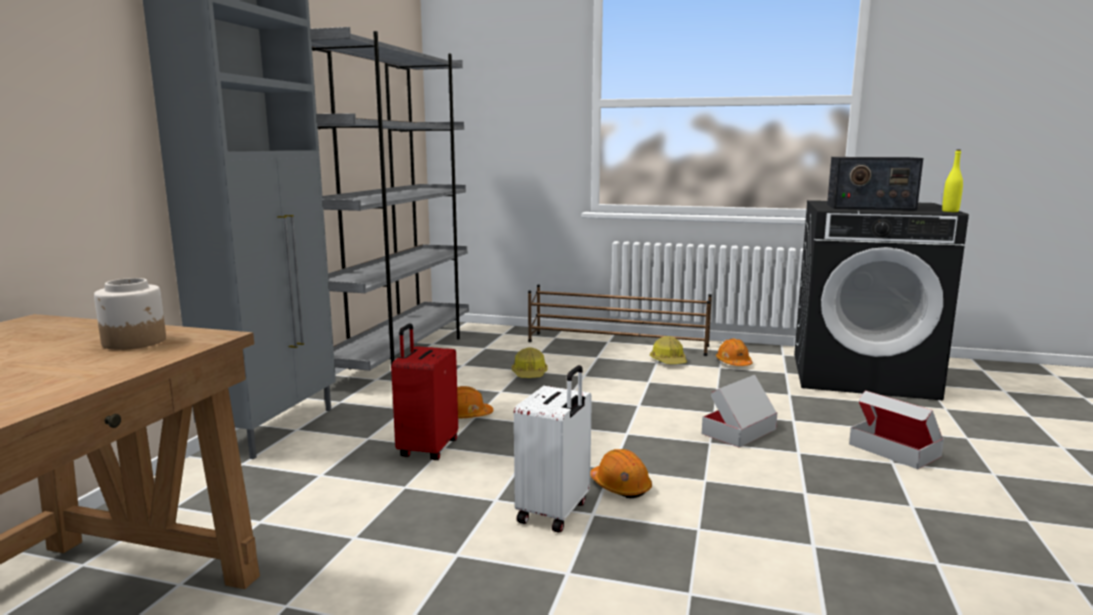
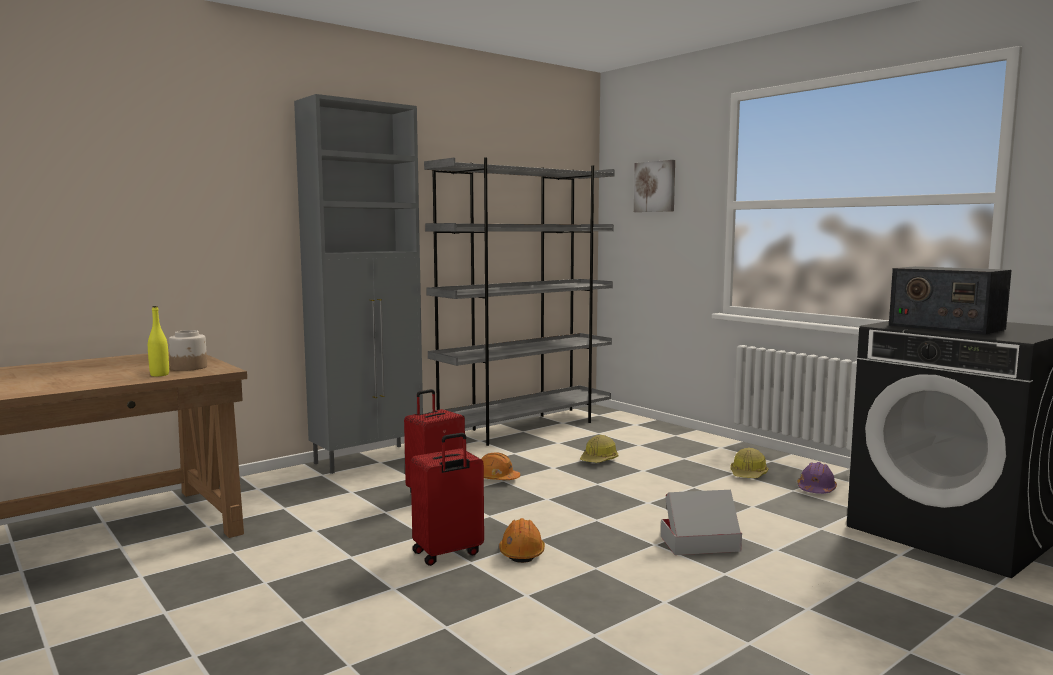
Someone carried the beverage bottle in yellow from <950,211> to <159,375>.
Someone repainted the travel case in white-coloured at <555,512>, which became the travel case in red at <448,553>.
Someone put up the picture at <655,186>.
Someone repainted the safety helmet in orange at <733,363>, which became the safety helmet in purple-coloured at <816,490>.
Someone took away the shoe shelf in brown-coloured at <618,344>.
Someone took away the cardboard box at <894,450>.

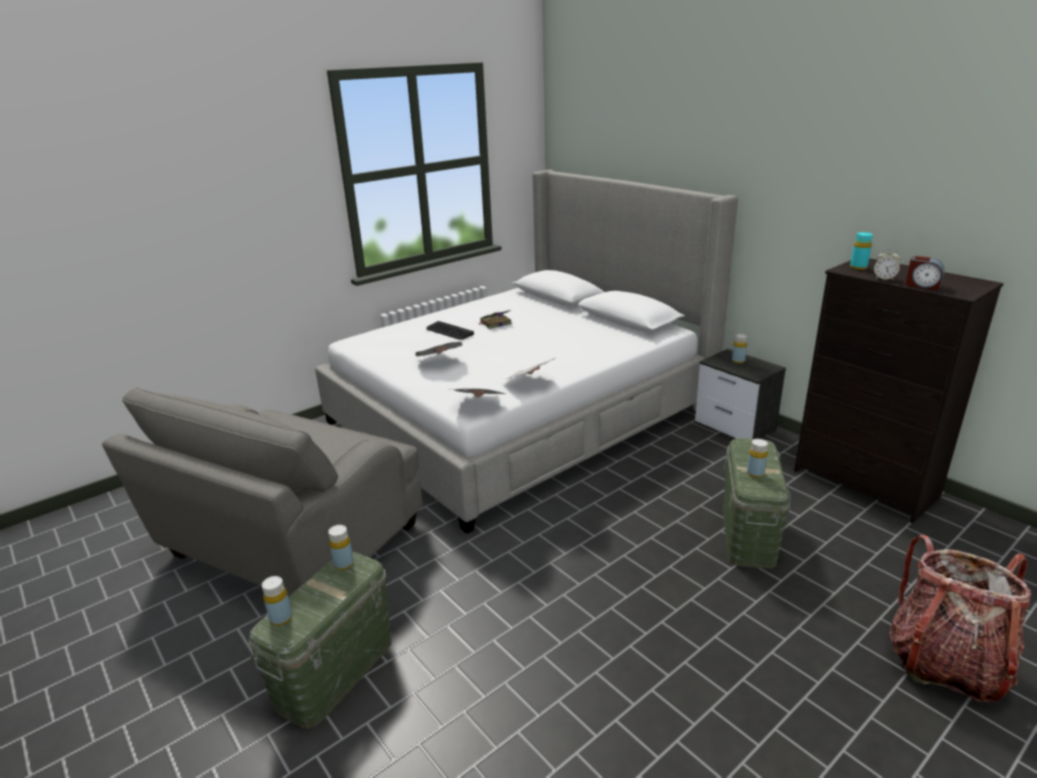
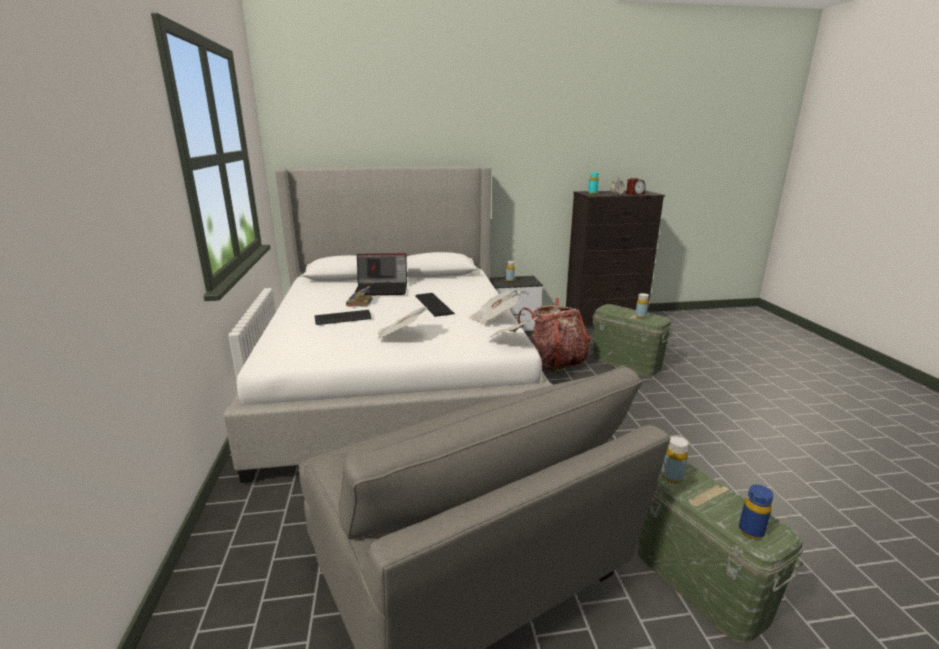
Someone put down the notebook computer at <382,289>.
Someone put down the PC keyboard at <434,304>.
Someone carried the rucksack from <945,662> to <555,362>.
Someone repainted the beverage bottle in yellow at <281,618>, which became the beverage bottle in bluish at <751,531>.

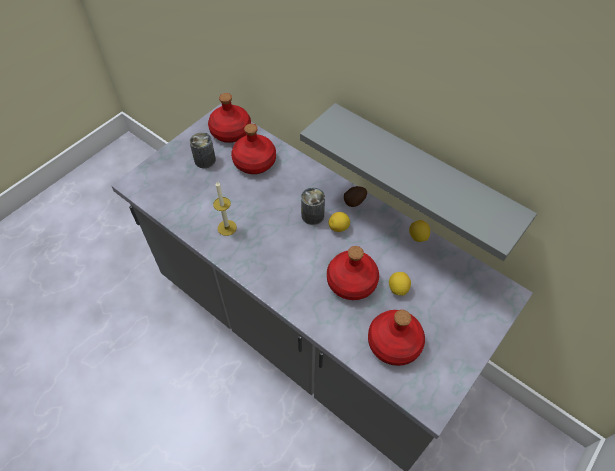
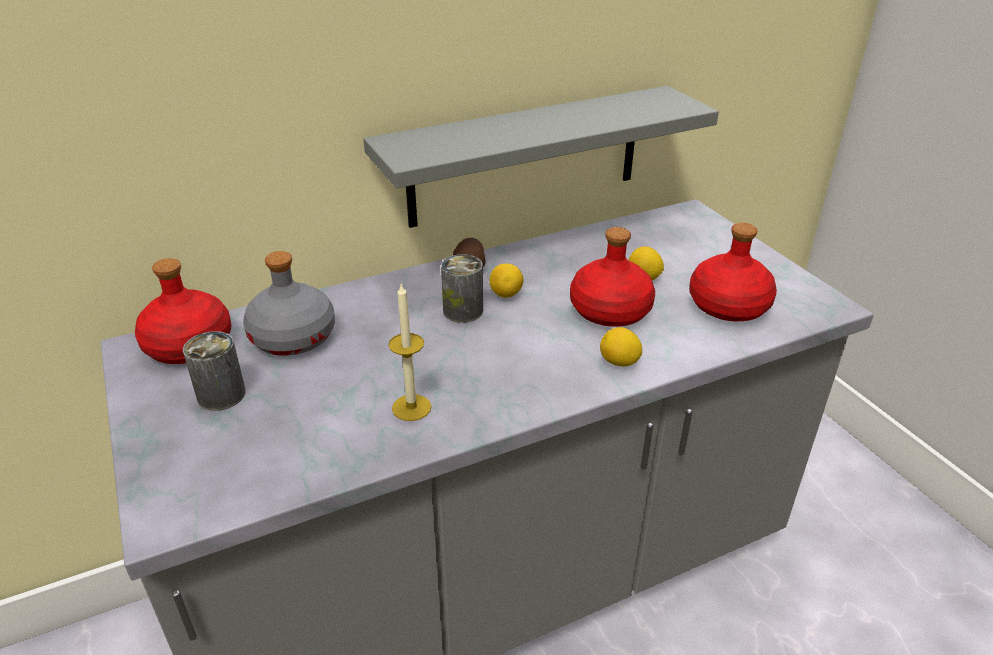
Someone repainted the beverage bottle in red at <255,162>, which became the beverage bottle in grey at <294,337>.
Someone carried the citrus fruit from <418,237> to <619,363>.

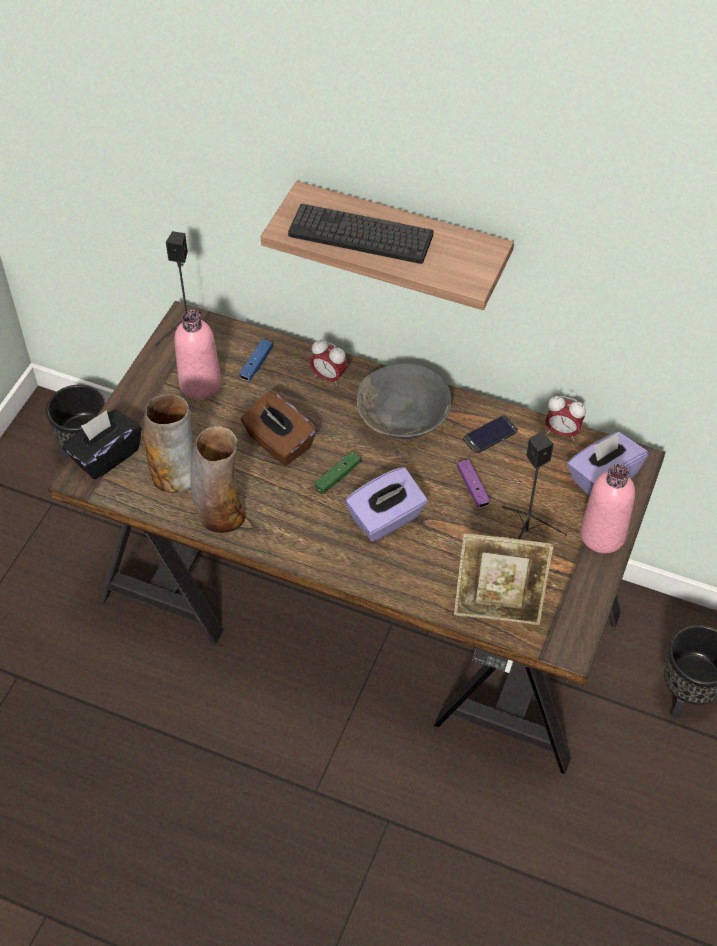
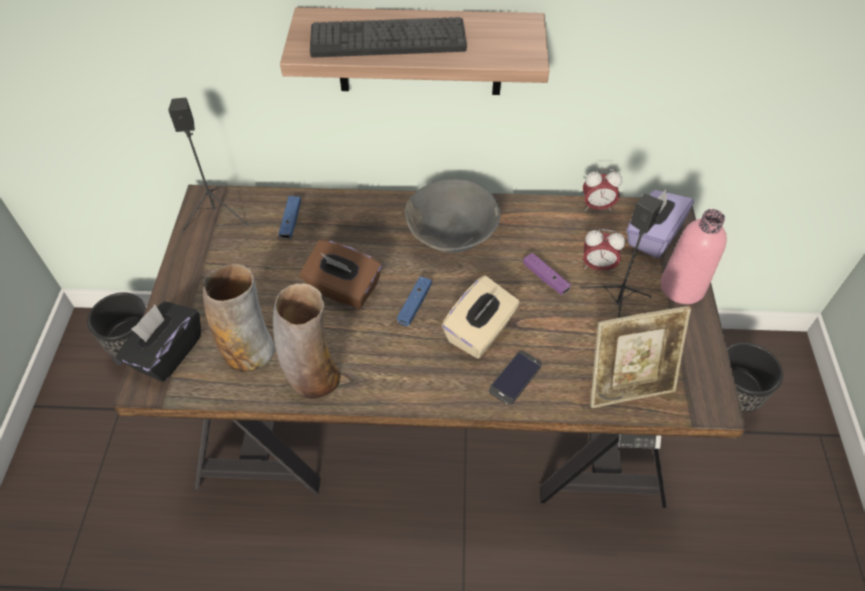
Someone repainted the game controller in greenish at <338,476>, which became the game controller in bluish at <414,305>.
Someone repainted the tissue box in purple-coloured at <386,519>, which became the tissue box in beige-coloured at <480,332>.
Someone carried the telephone from <490,434> to <515,377>.
Someone carried the alarm clock from <328,377> to <597,266>.
Someone took away the beverage bottle in pink-coloured at <200,384>.

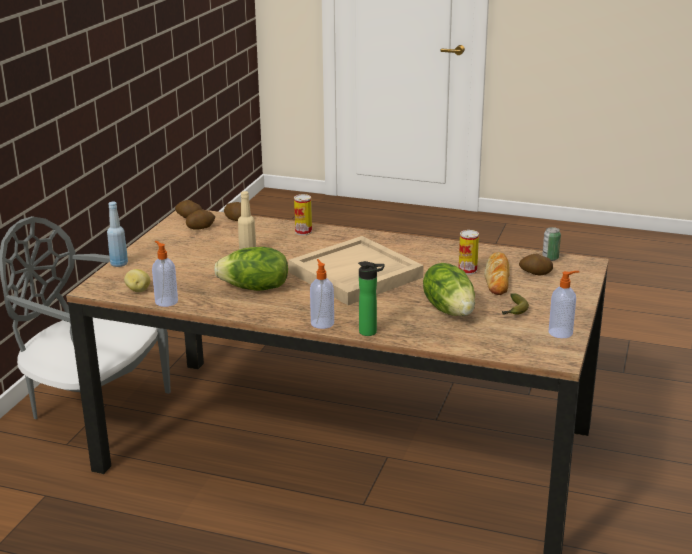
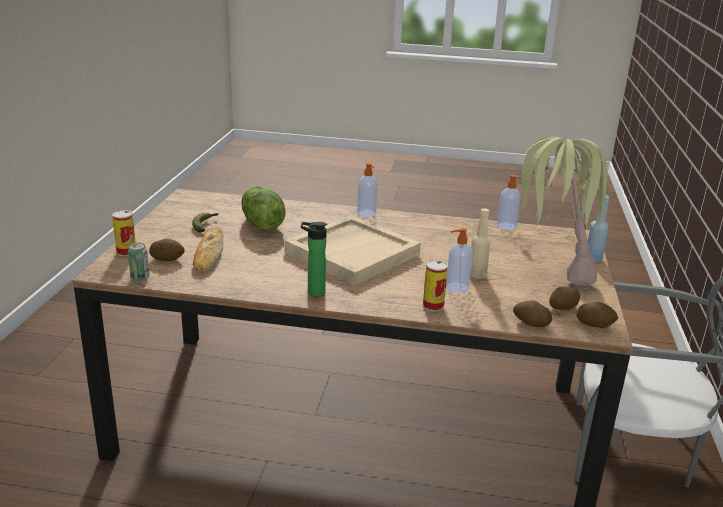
Someone carried the metal can from <467,270> to <126,252>.
Someone carried the beverage bottle from <370,332> to <313,292>.
Someone carried the soap bottle from <561,332> to <456,288>.
Someone put down the houseplant at <548,273>.
Someone took away the spud at <138,290>.
Someone took away the lettuce at <255,288>.

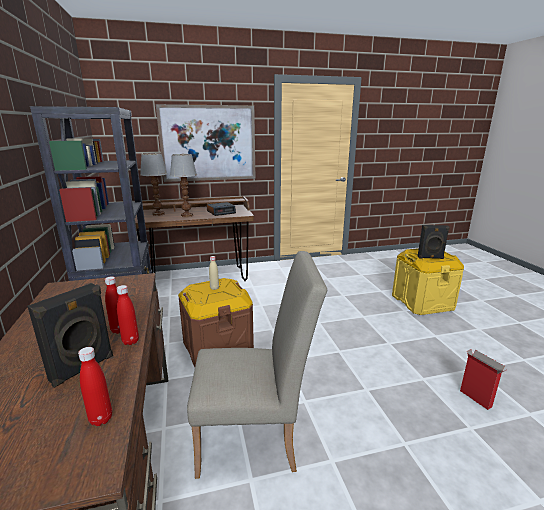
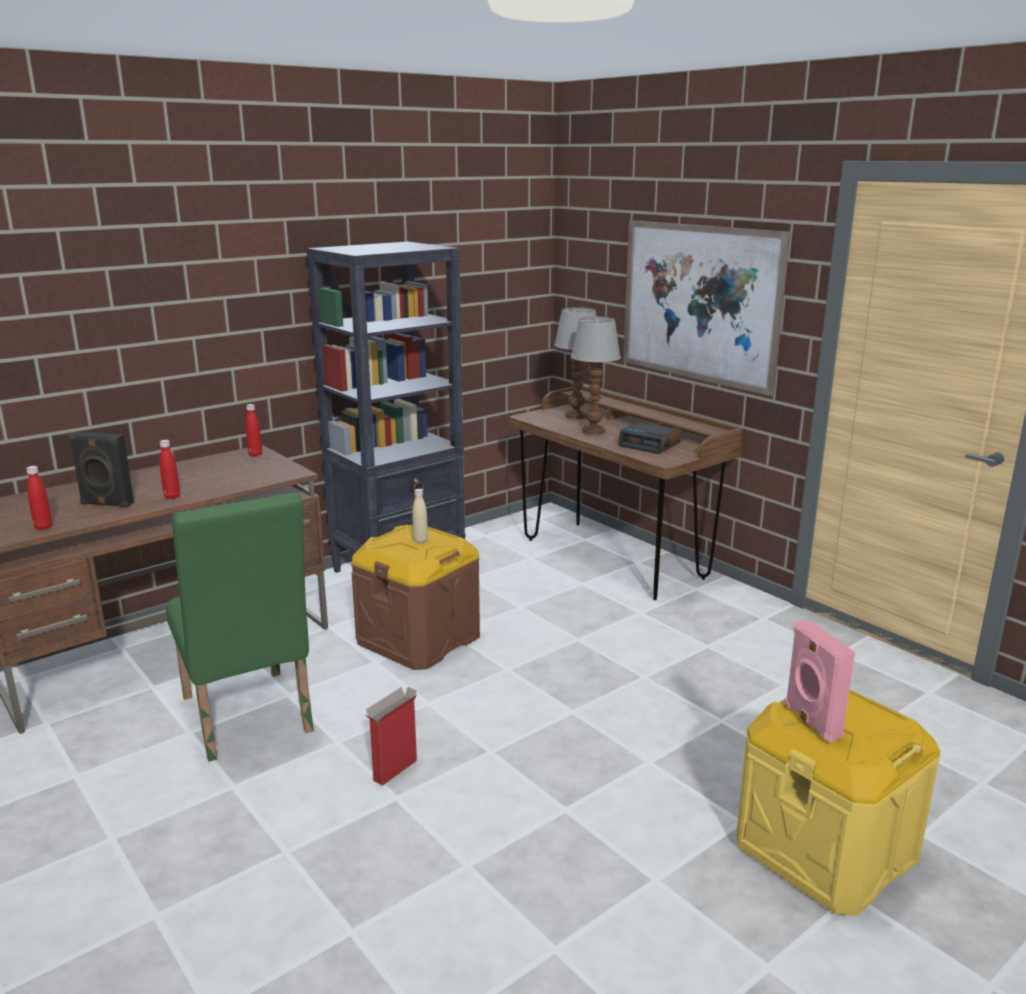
Someone repainted the plain chair in beige-coloured at <255,440>, which became the plain chair in greenish at <248,720>.
Someone carried the beverage bottle in red from <130,341> to <255,455>.
Someone carried the cardboard box from <476,399> to <394,771>.
Someone repainted the loudspeaker in black-coloured at <430,258>, which became the loudspeaker in pink-coloured at <810,721>.

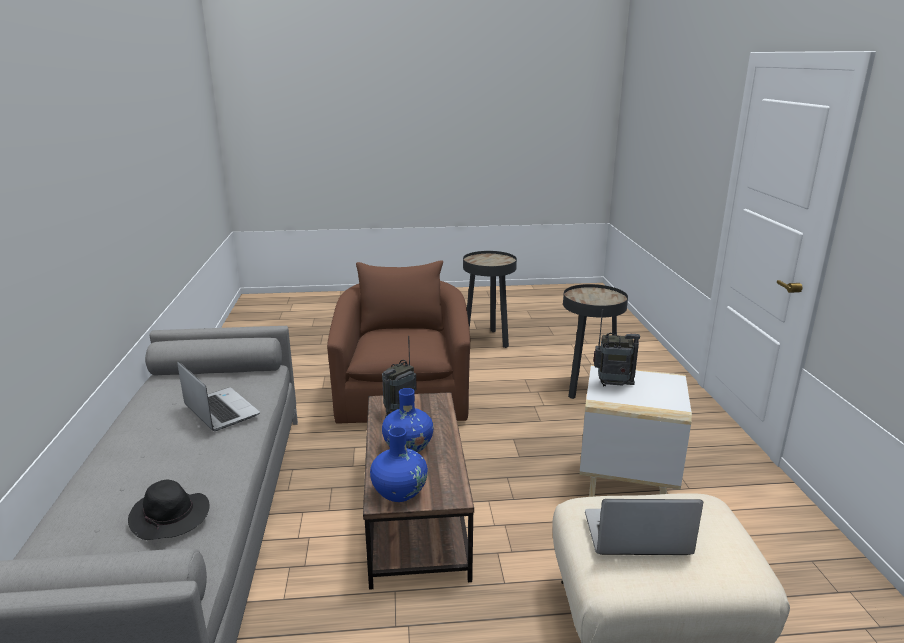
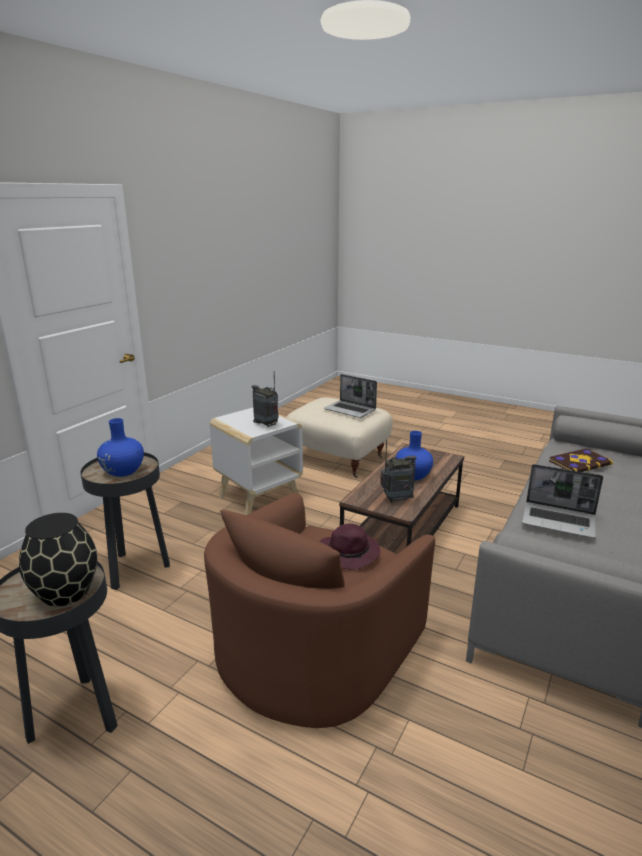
Someone put down the flower vase in black-coloured at <65,592>.
Someone carried the flower vase in bluish from <399,492> to <123,471>.
Someone put down the clothing hat in purple-coloured at <349,553>.
Someone rotated the notebook computer at <220,410> by 60 degrees counterclockwise.
Someone swapped the clothing hat in black-coloured at <171,517> for the volume at <579,462>.

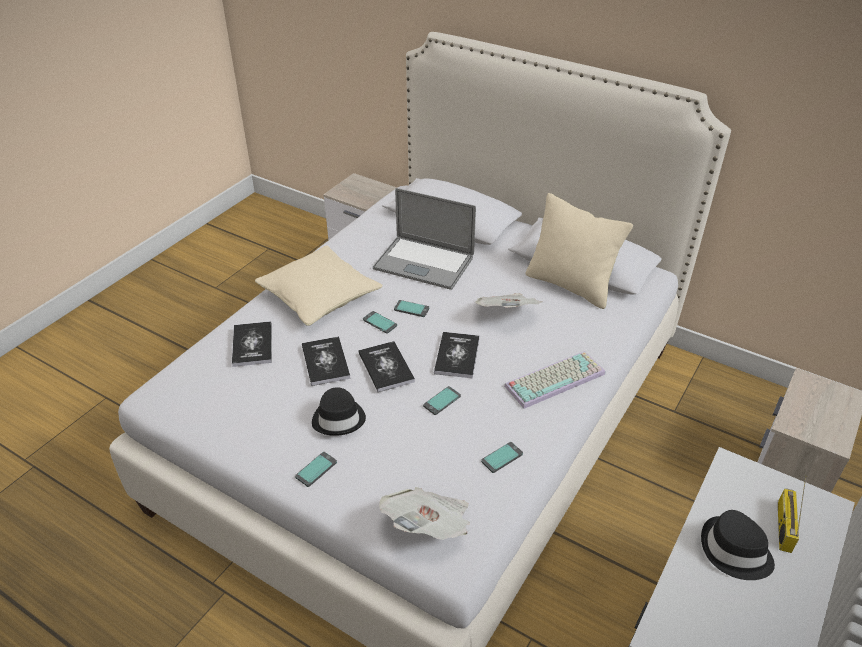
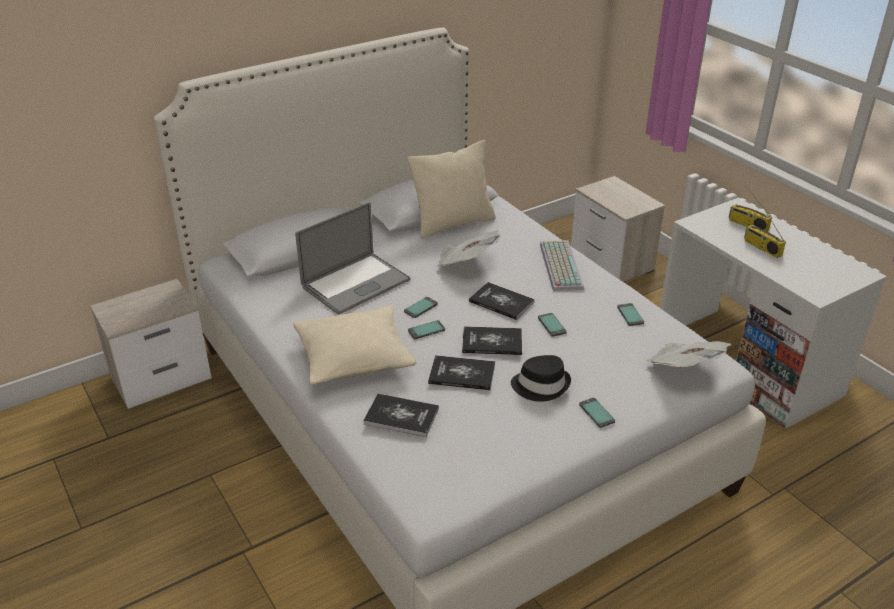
Someone swapped the clothing hat in black-coloured at <734,551> for the radio set at <761,248>.

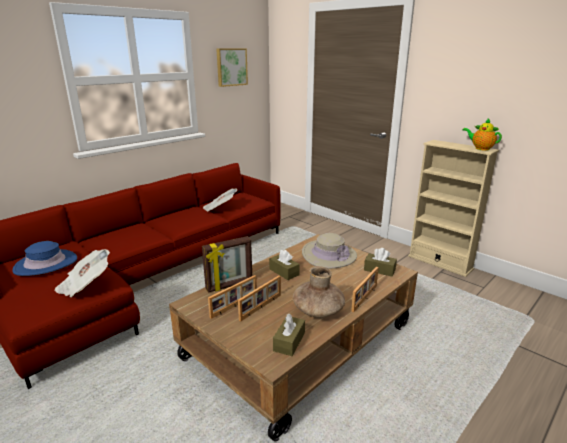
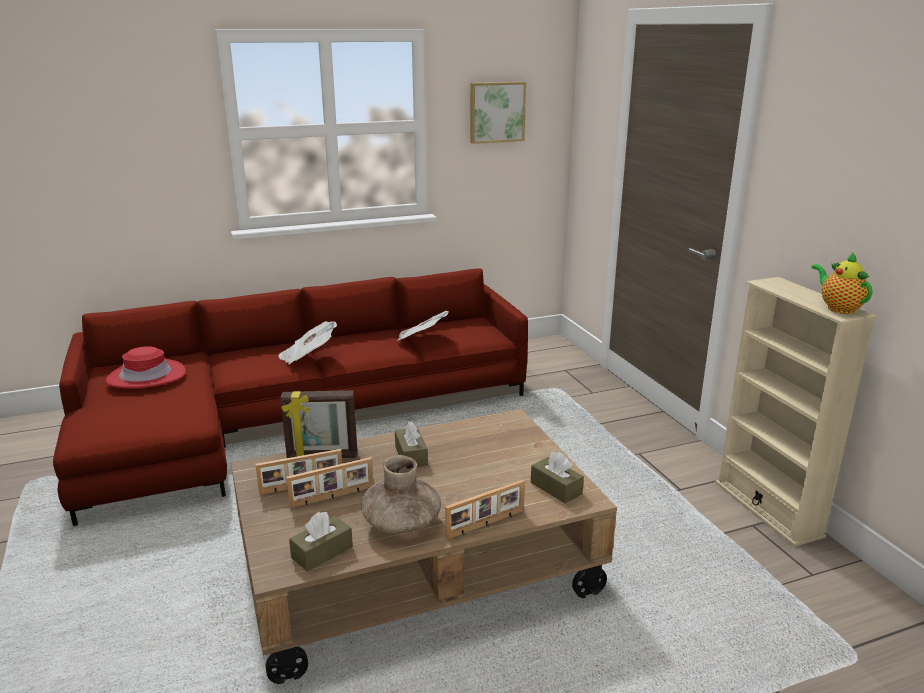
Someone repainted the clothing hat in bluish at <46,264>, which became the clothing hat in red at <146,376>.
Someone carried the daily paper from <85,285> to <308,357>.
Someone took away the clothing hat in beige-coloured at <329,255>.

